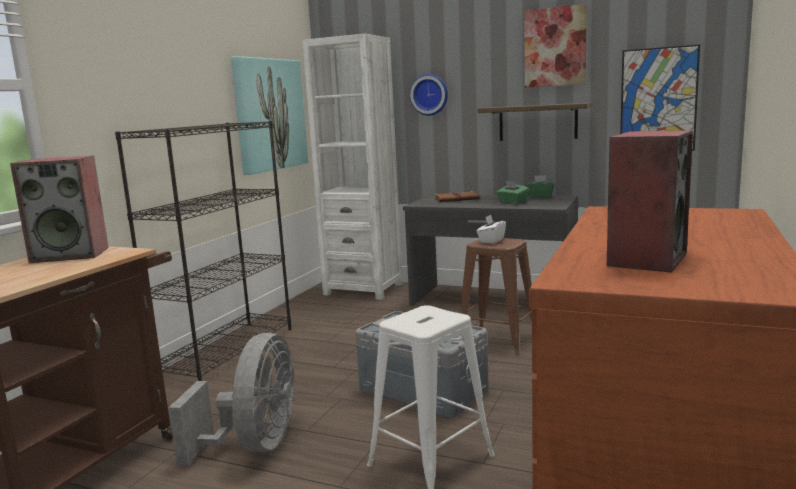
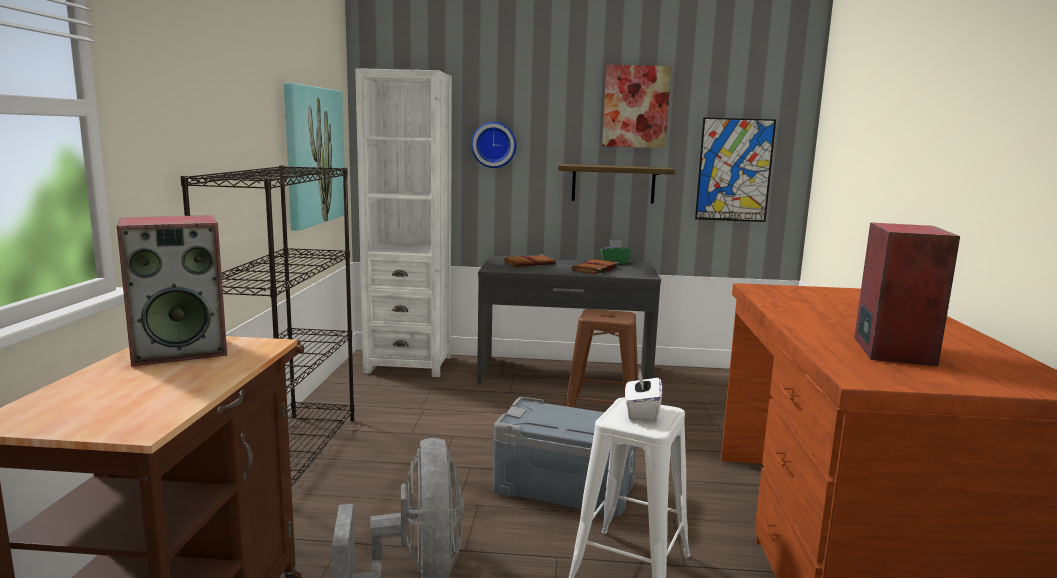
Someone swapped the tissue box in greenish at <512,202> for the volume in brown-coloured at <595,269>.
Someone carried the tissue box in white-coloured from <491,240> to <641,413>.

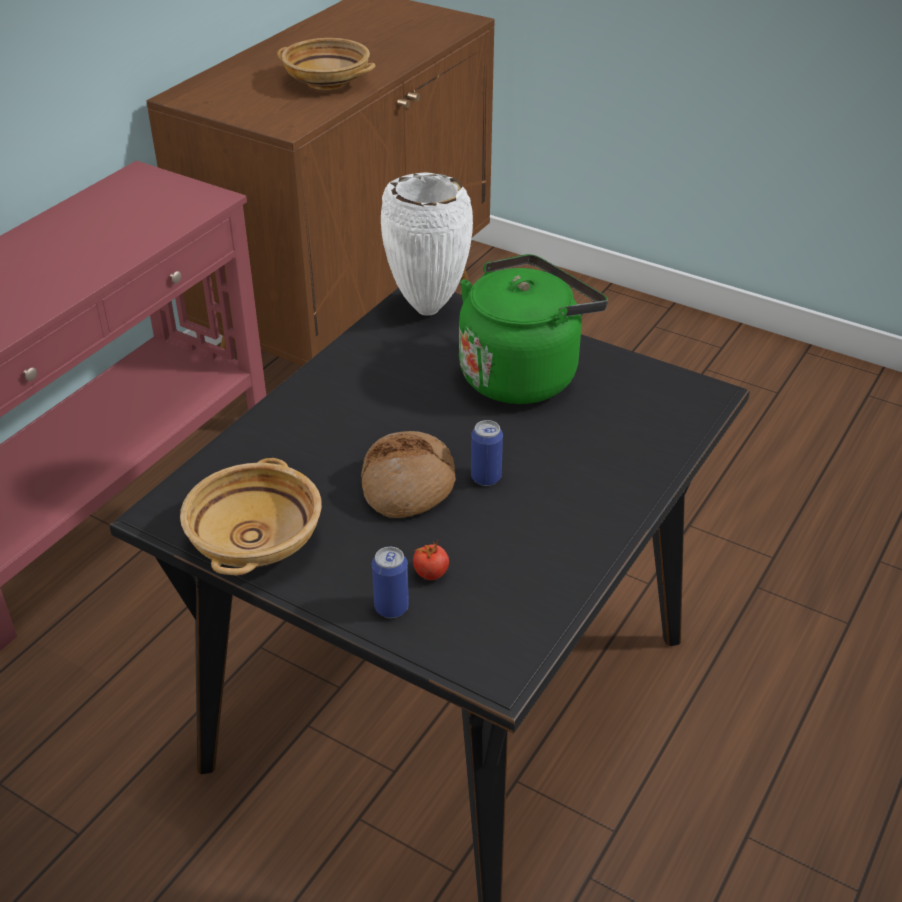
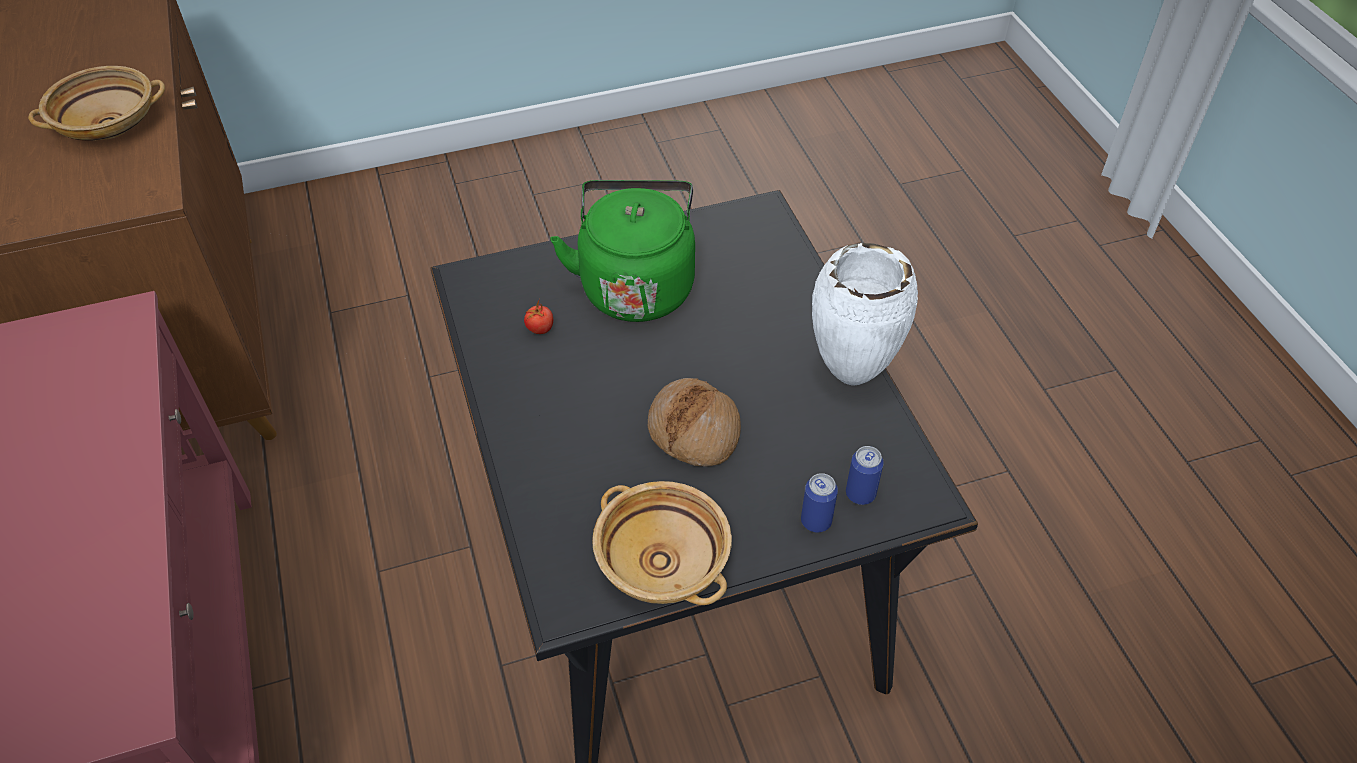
Someone carried the whole tomato from <431,573> to <540,329>.
Someone carried the flower vase in white-coloured from <429,308> to <850,374>.
Someone carried the metal can from <486,477> to <860,494>.

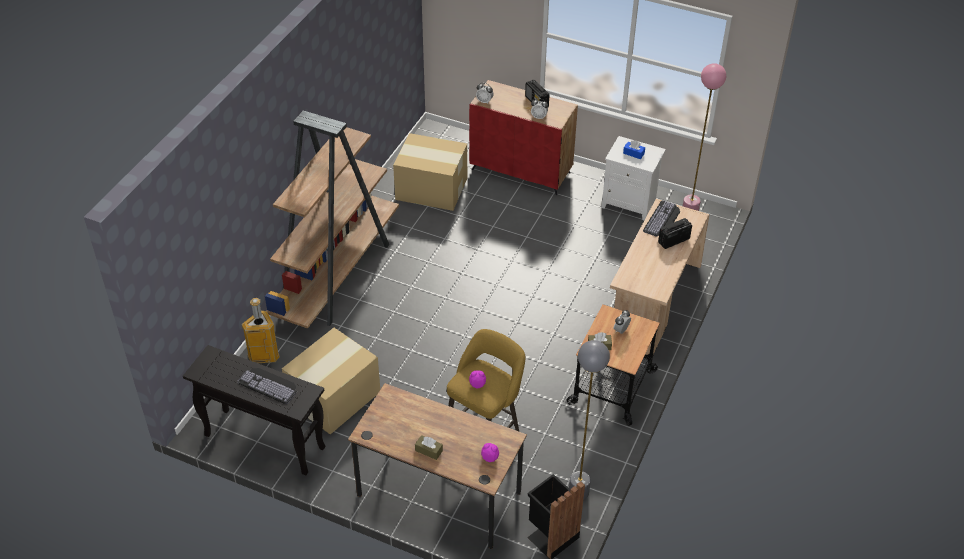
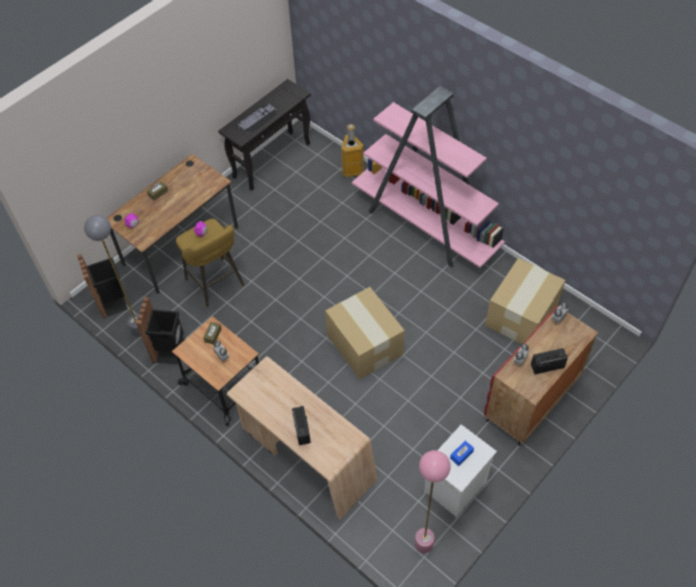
Someone put down the rubbish bin in black-coloured at <170,350>.
Someone carried the cardboard box from <335,397> to <365,346>.
Someone repainted the bookshelf in brown-coloured at <337,274>, which became the bookshelf in pink-coloured at <425,226>.
Someone took away the PC keyboard at <663,220>.

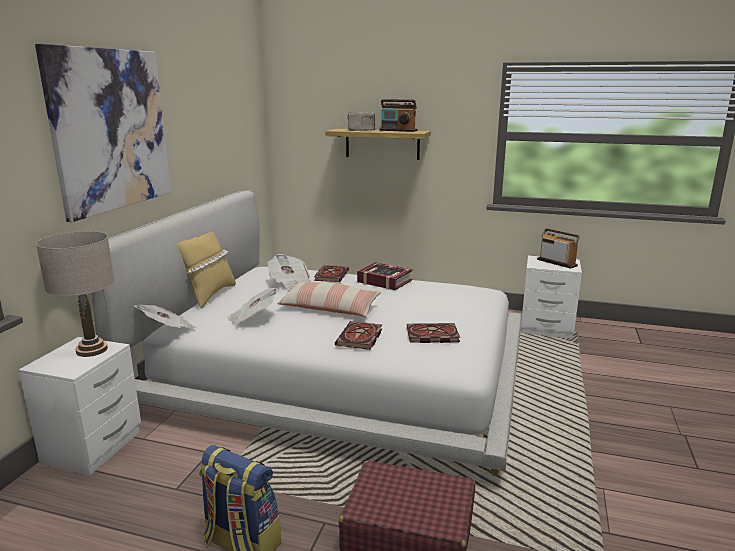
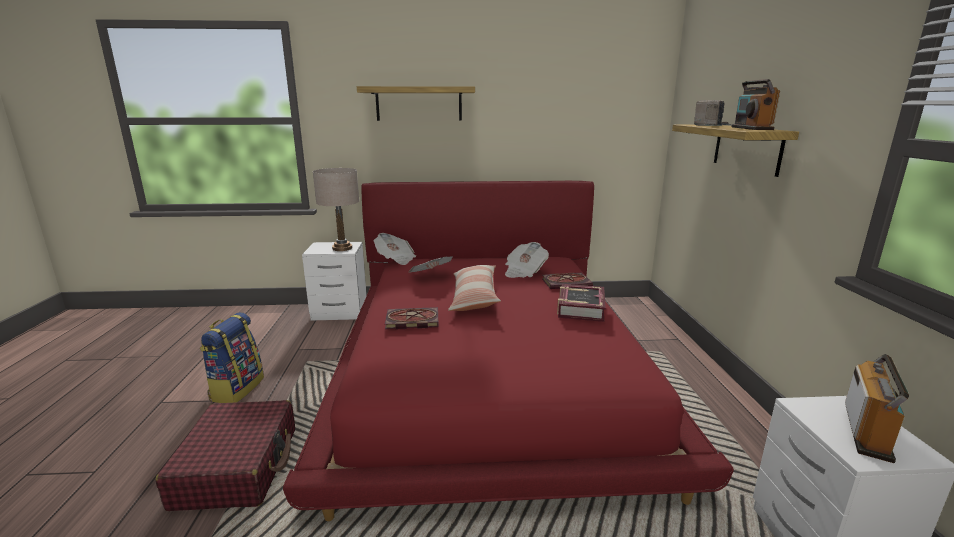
Someone repainted the bed in white-coloured at <337,373>, which became the bed in red at <489,371>.
Someone swapped the picture at <111,130> for the bracket shelf at <419,104>.
Someone took away the pillow in yellow at <209,295>.
Someone took away the volume at <431,335>.

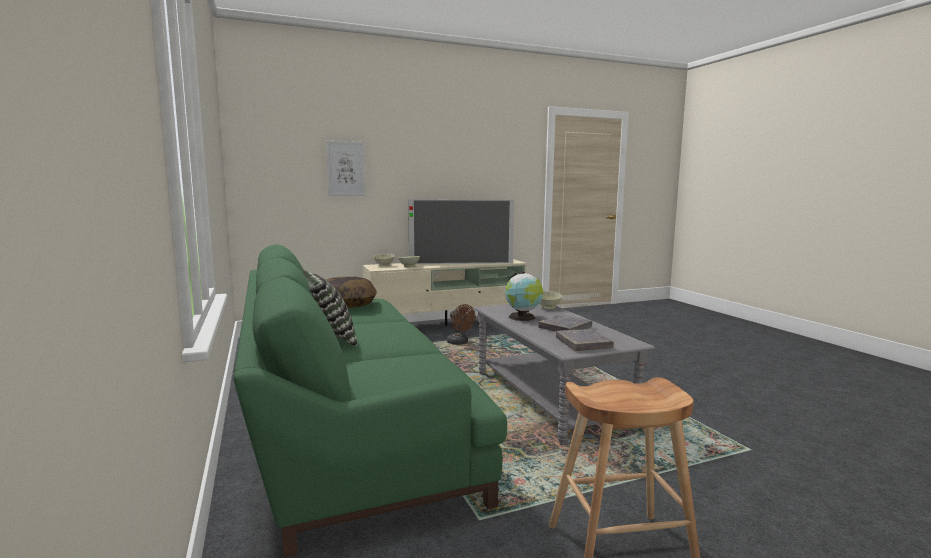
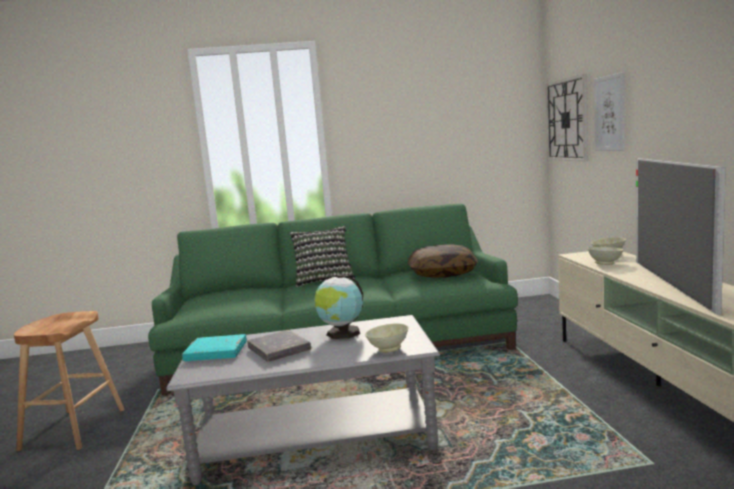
Someone repainted the volume in grey at <583,343>, which became the volume in turquoise at <216,352>.
Someone put up the wall clock at <567,120>.
Someone took away the cooling fan in brown-coloured at <460,343>.

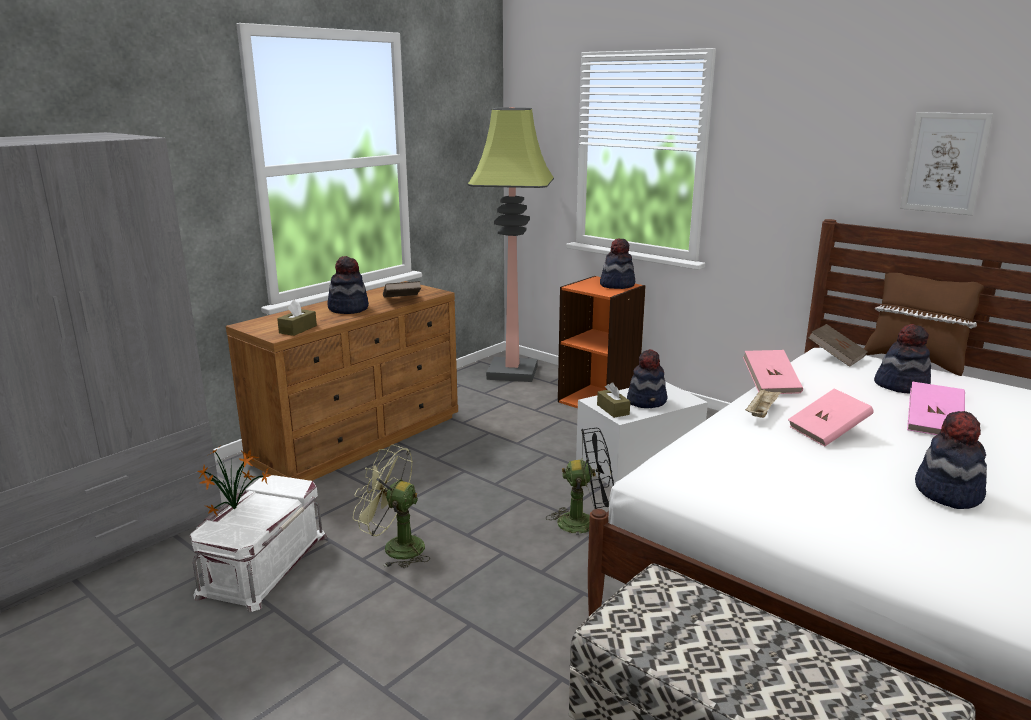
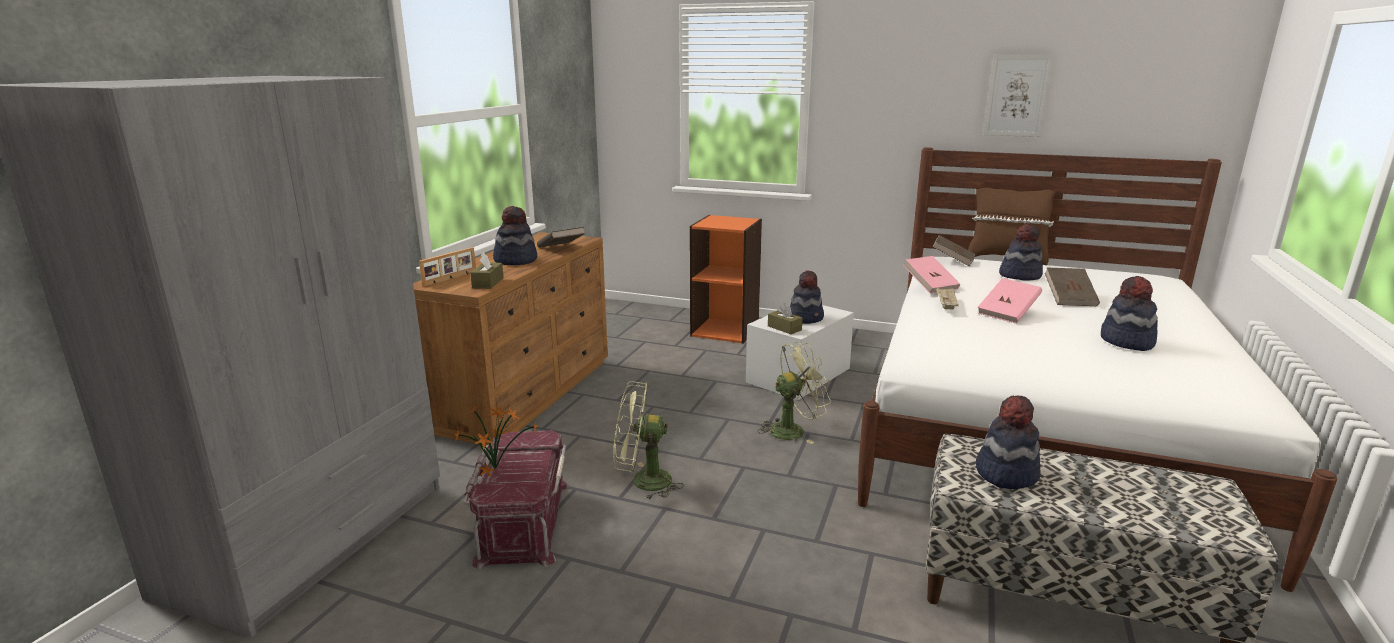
Someone put down the picture frame at <450,278>.
Someone repainted the storage box in white-coloured at <262,564>, which became the storage box in red at <522,522>.
Someone repainted the cooling fan in black-coloured at <585,522>, which became the cooling fan in greenish at <793,430>.
Someone carried the clothing hat from <617,285> to <1005,473>.
Someone repainted the volume in pink-coloured at <933,425>, which became the volume in brown-coloured at <1069,299>.
Someone took away the standard lamp at <513,373>.

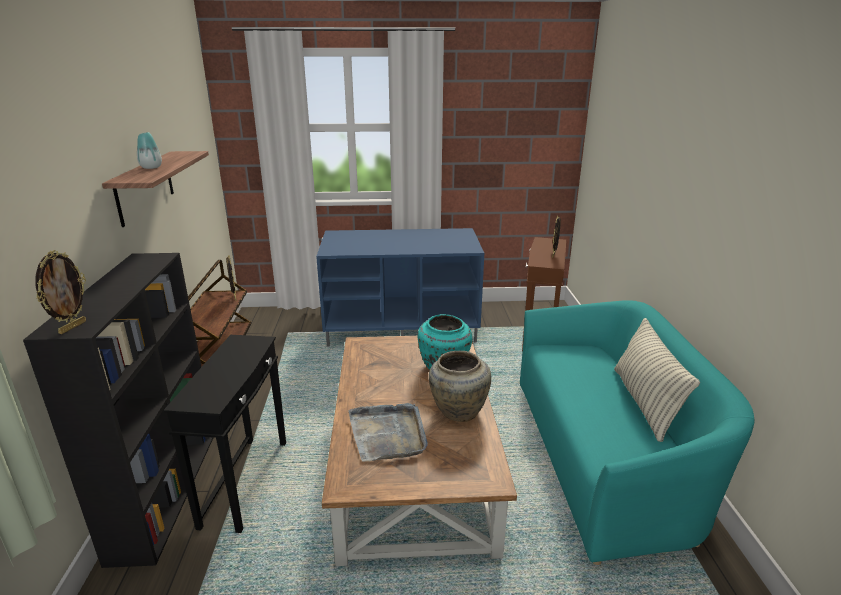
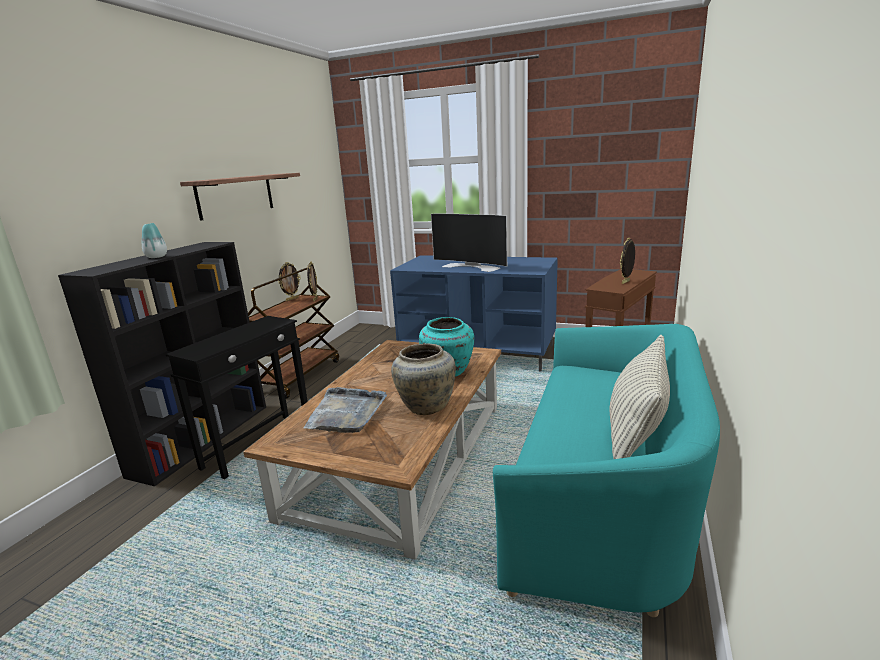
Someone carried the flower vase from <151,167> to <156,257>.
Someone carried the picture frame from <72,327> to <292,299>.
Someone put down the television at <472,266>.

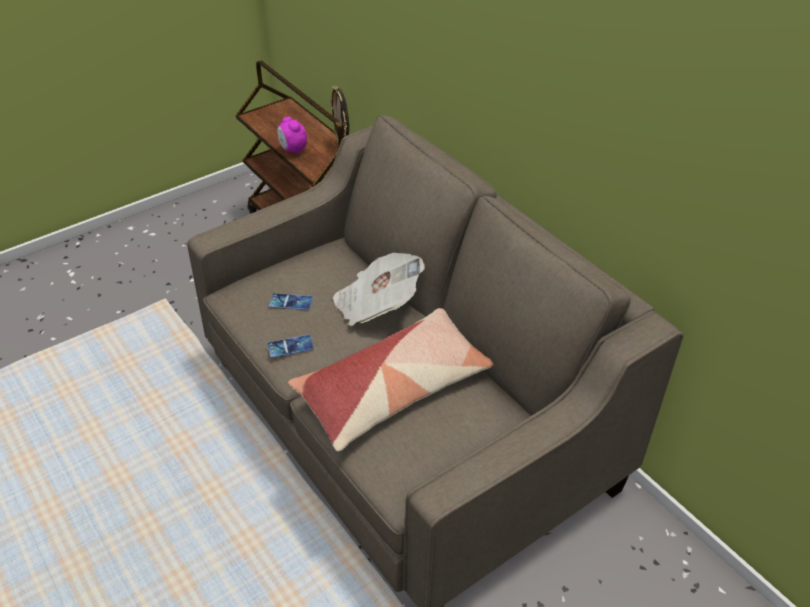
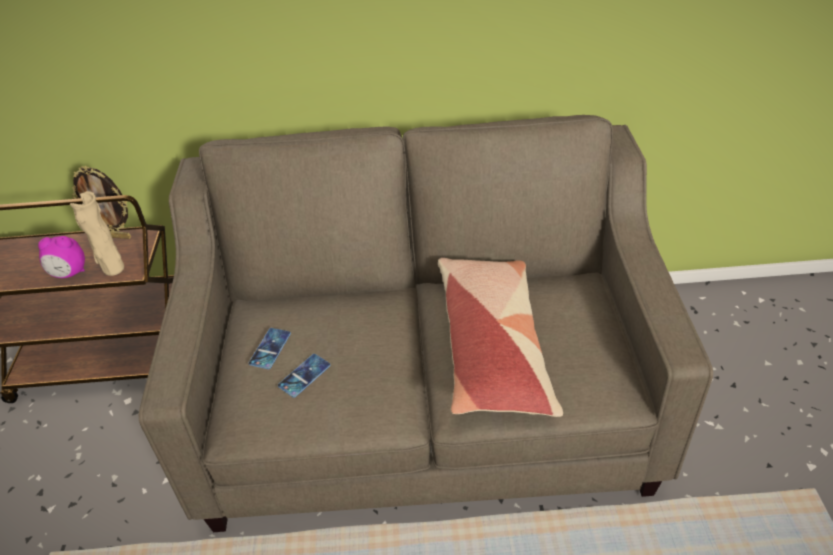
Someone put down the flower vase in beige-coloured at <113,269>.
Someone carried the telephone from <290,346> to <270,348>.
Someone took away the daily paper at <377,304>.

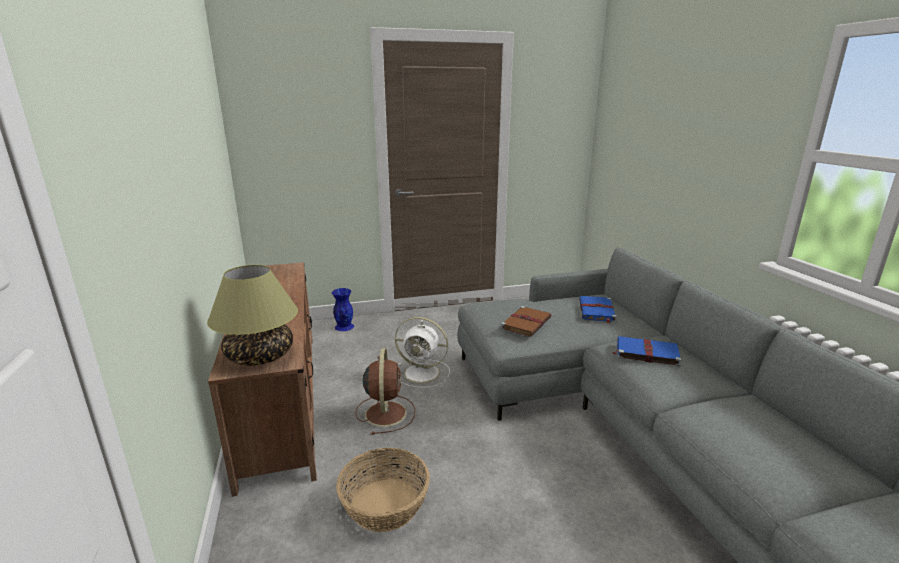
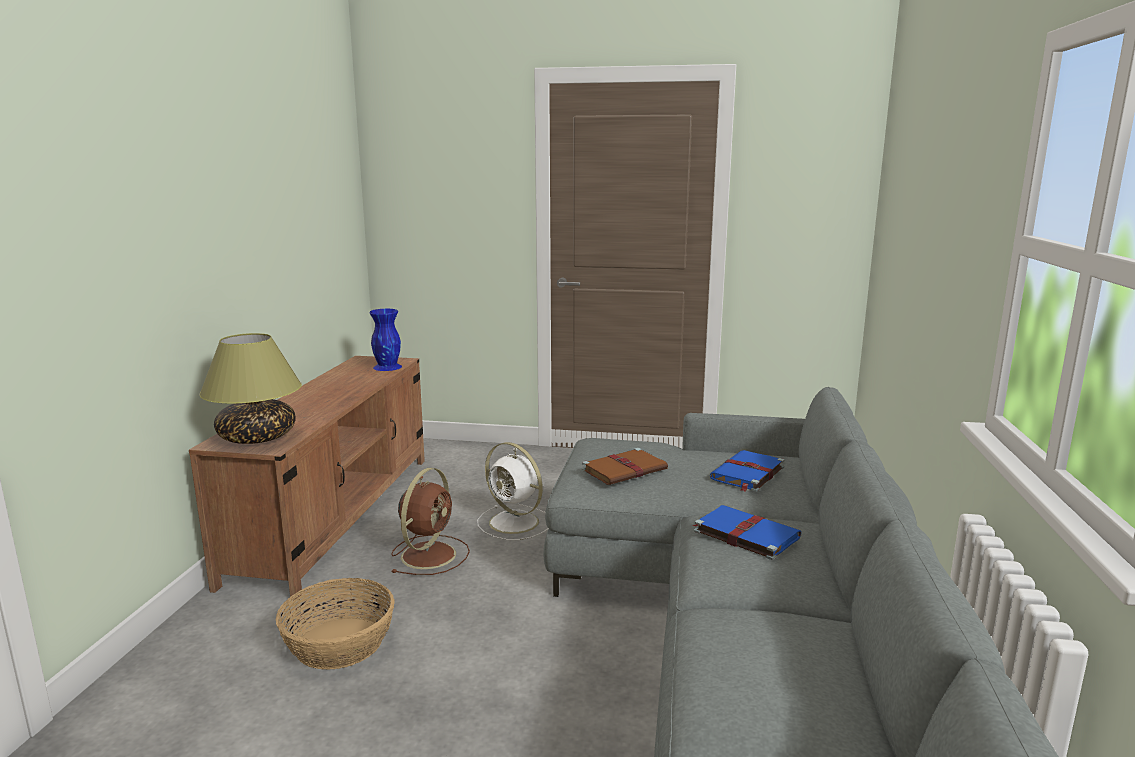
Someone carried the flower vase in bluish from <344,326> to <387,367>.

